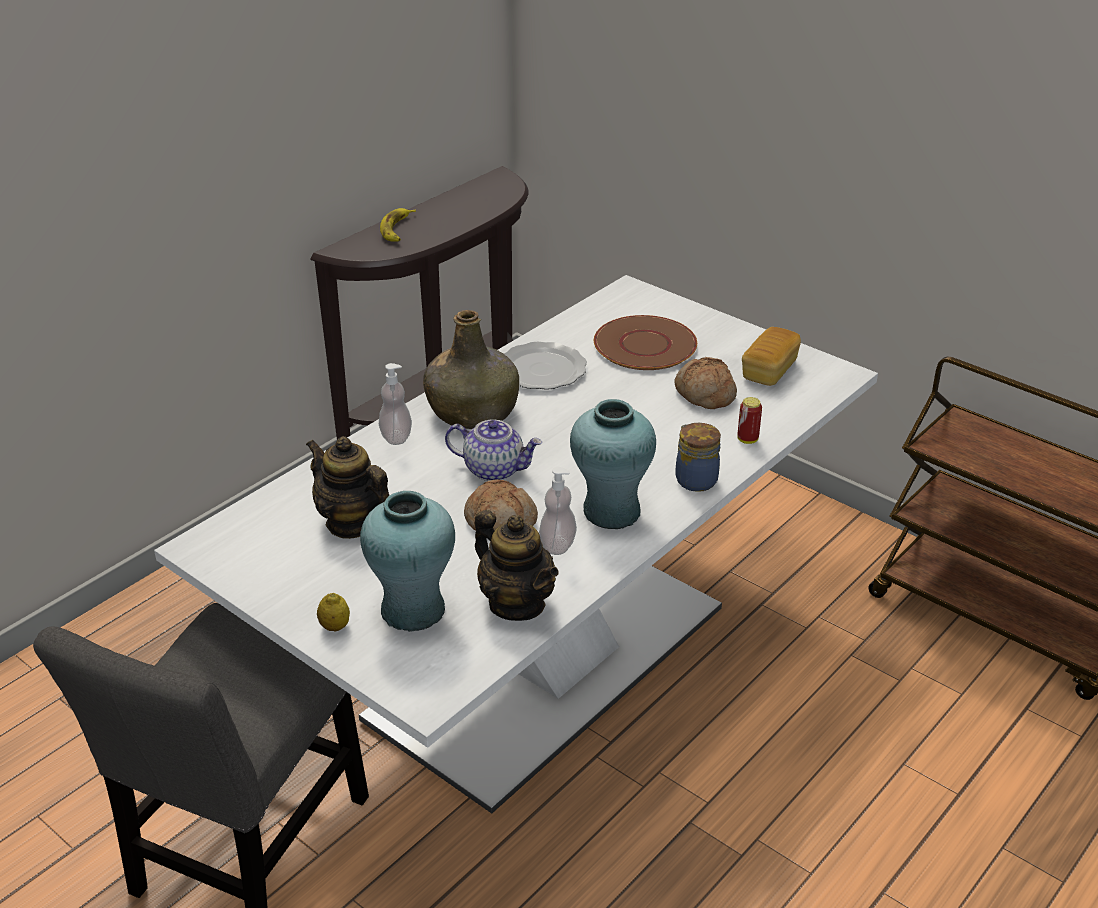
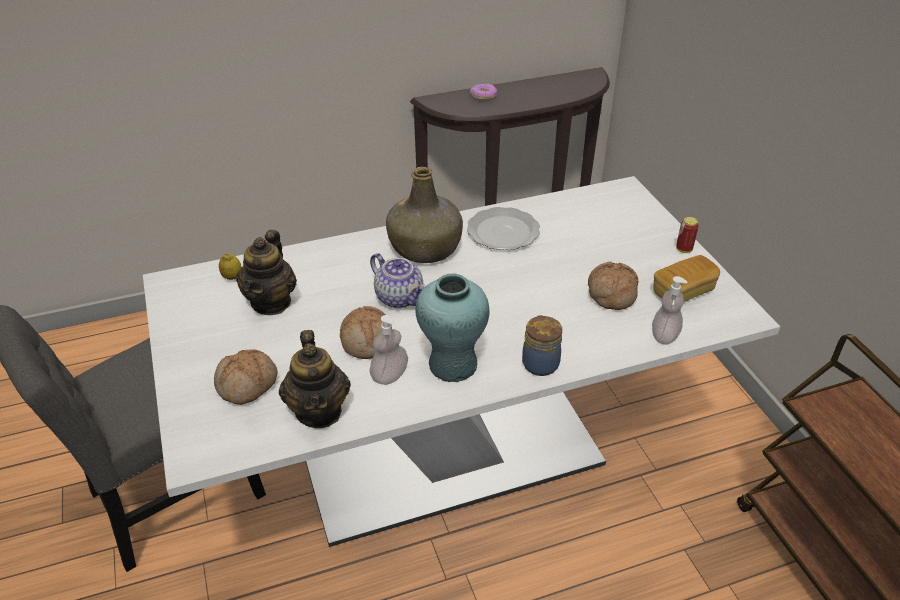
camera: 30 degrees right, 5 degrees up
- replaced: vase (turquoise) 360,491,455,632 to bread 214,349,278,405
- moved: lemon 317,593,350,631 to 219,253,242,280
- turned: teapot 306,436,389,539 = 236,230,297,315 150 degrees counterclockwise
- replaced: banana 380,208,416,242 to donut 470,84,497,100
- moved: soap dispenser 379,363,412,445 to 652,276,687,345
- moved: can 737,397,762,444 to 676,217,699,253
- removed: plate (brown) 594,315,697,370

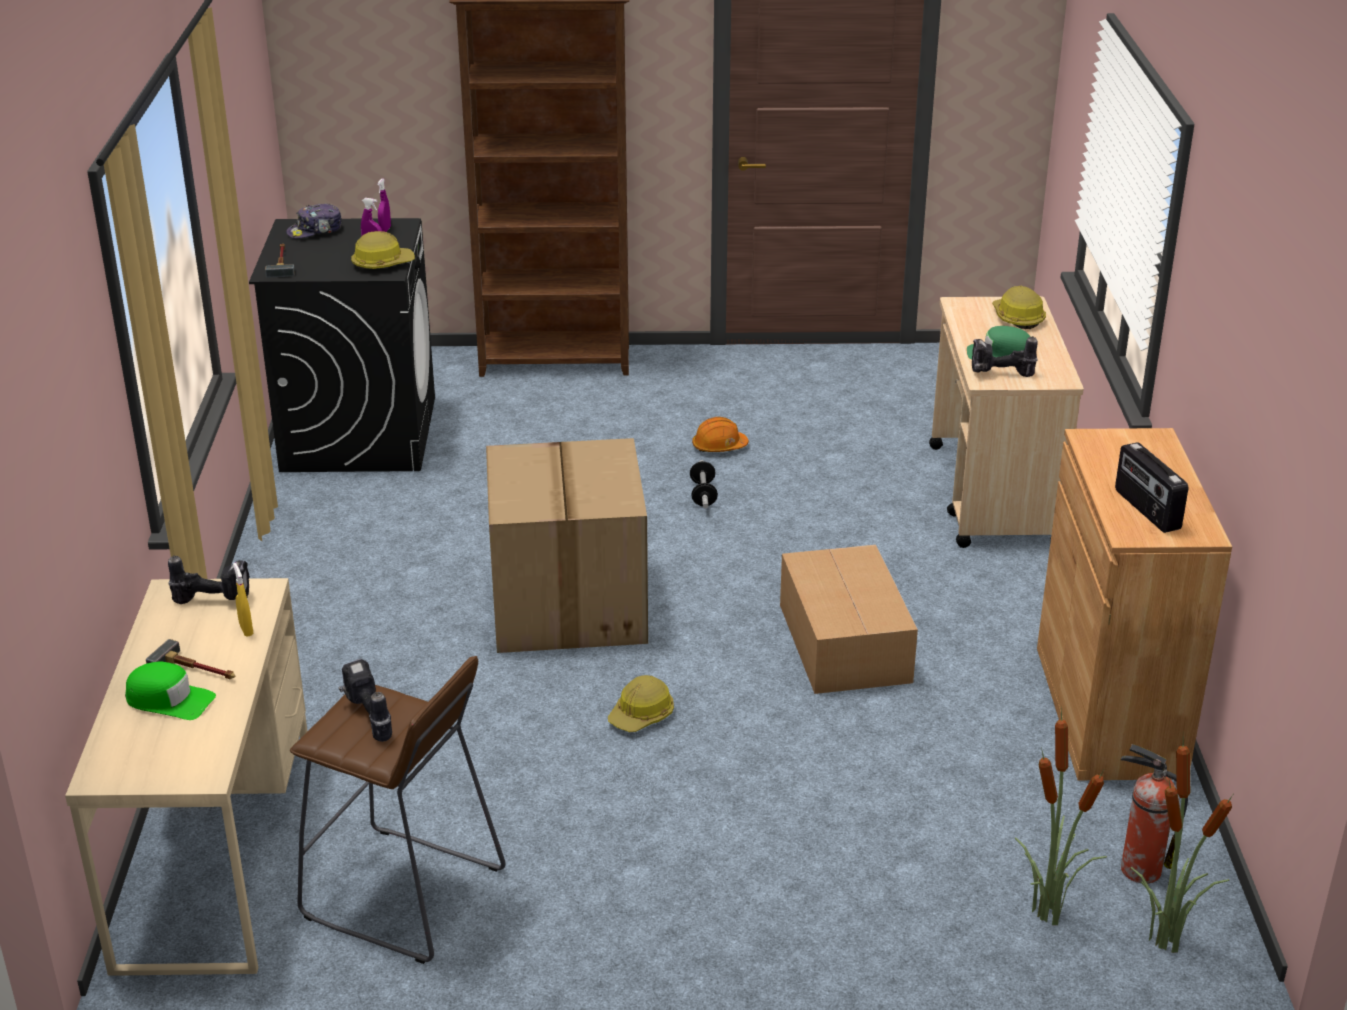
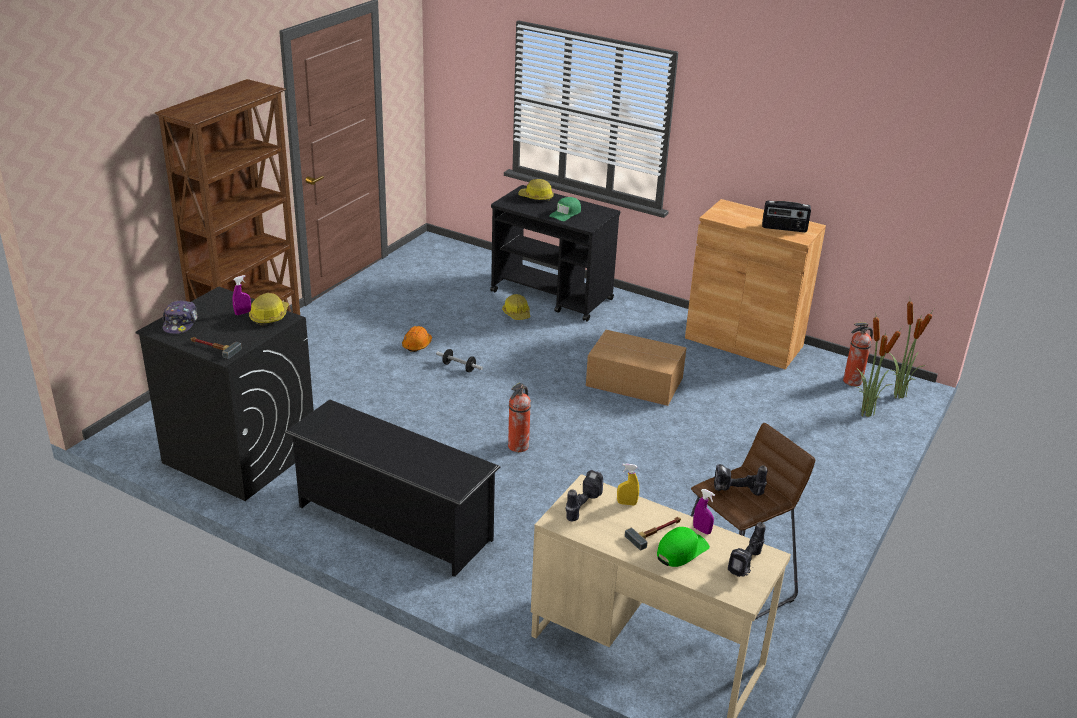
camera: 60 degrees left, 0 degrees up
- added: shoe rack (black) 284,399,500,577
- recoloured: cart (beige) 929,296,1084,548 to cart (black) 490,185,620,322
- moved: hard hat 608,675,674,732 to 502,294,530,320
- replaced: cardboard box 486,438,648,653 to fire extinguisher 508,383,531,452
- moved: spray bottle (purple) 377,178,391,232 to 693,489,715,534
- moved: power drill 972,336,1038,377 to 728,522,766,577

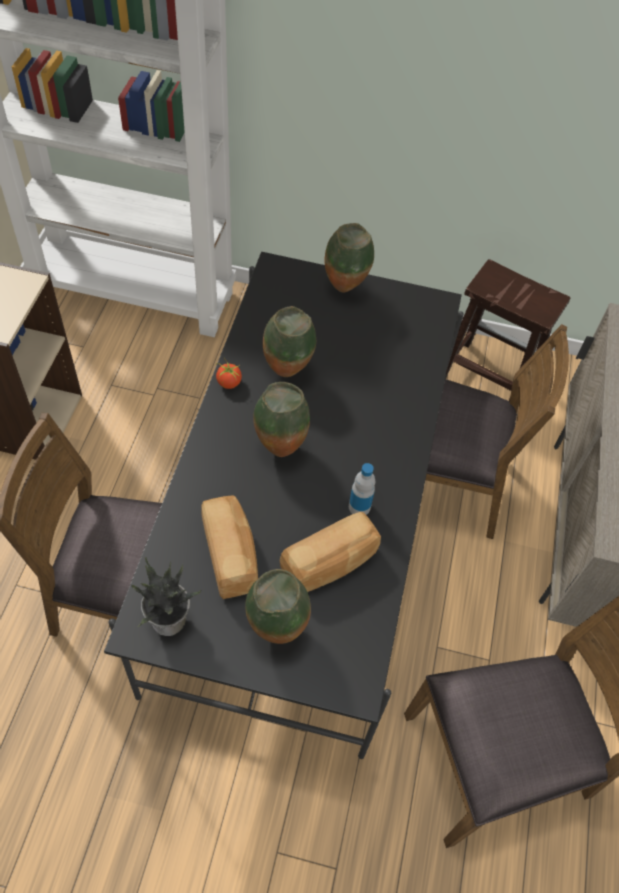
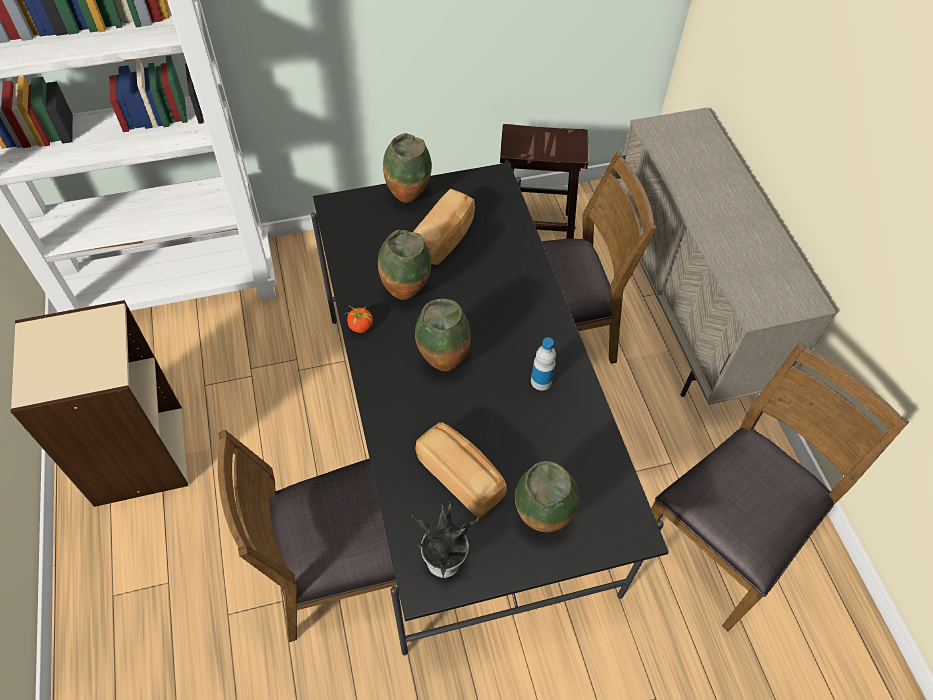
camera: 25 degrees left, 0 degrees up
- moved: bread 280,512,381,592 to 413,189,475,265

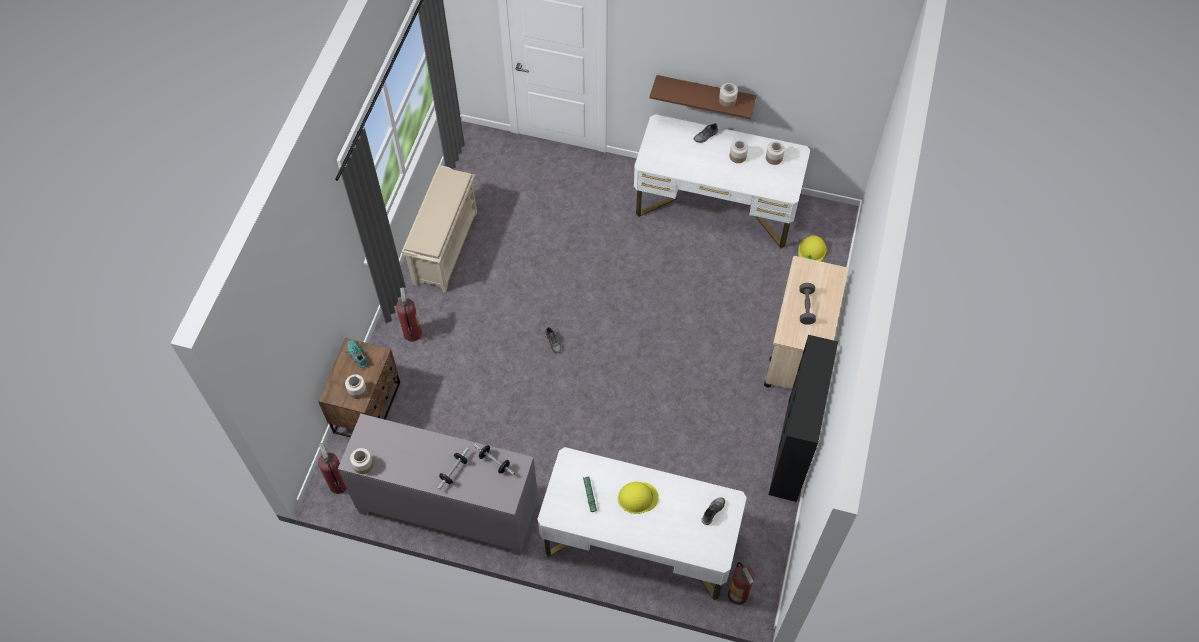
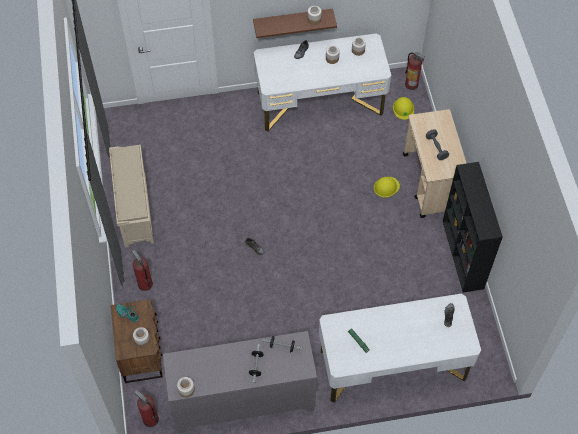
camera: 25 degrees left, 0 degrees up
- moved: hard hat (yellow) 618,482,659,514 to 374,177,400,198
- moved: fire extinguisher 728,562,755,605 to 405,52,425,90

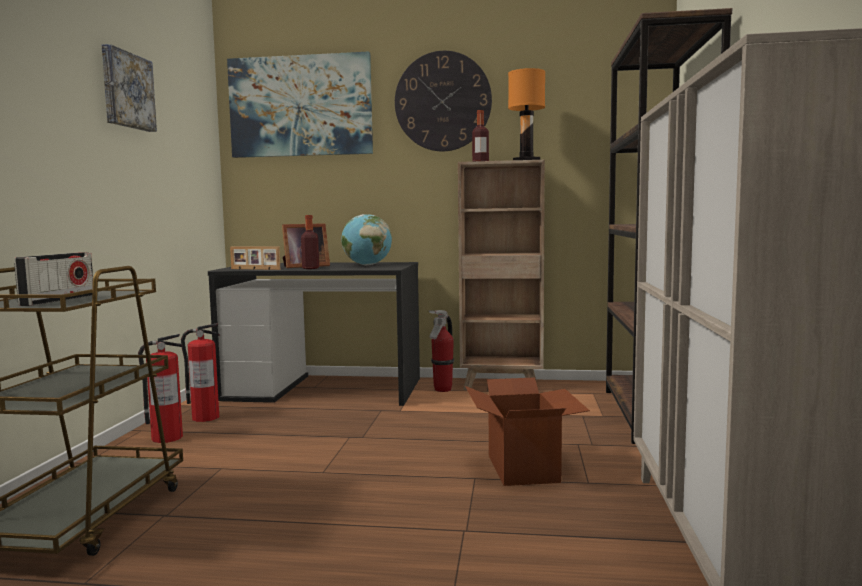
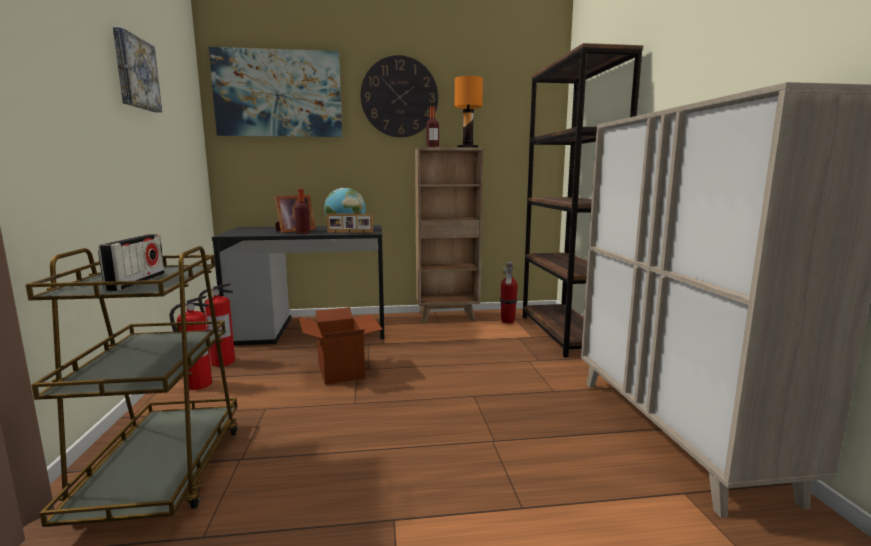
camera: 15 degrees left, 5 degrees up
- moved: cardboard box 465,377,590,486 to 299,307,383,385
- moved: picture frame 230,246,280,270 to 326,214,373,233
- moved: fire extinguisher 429,310,454,392 to 500,262,518,324

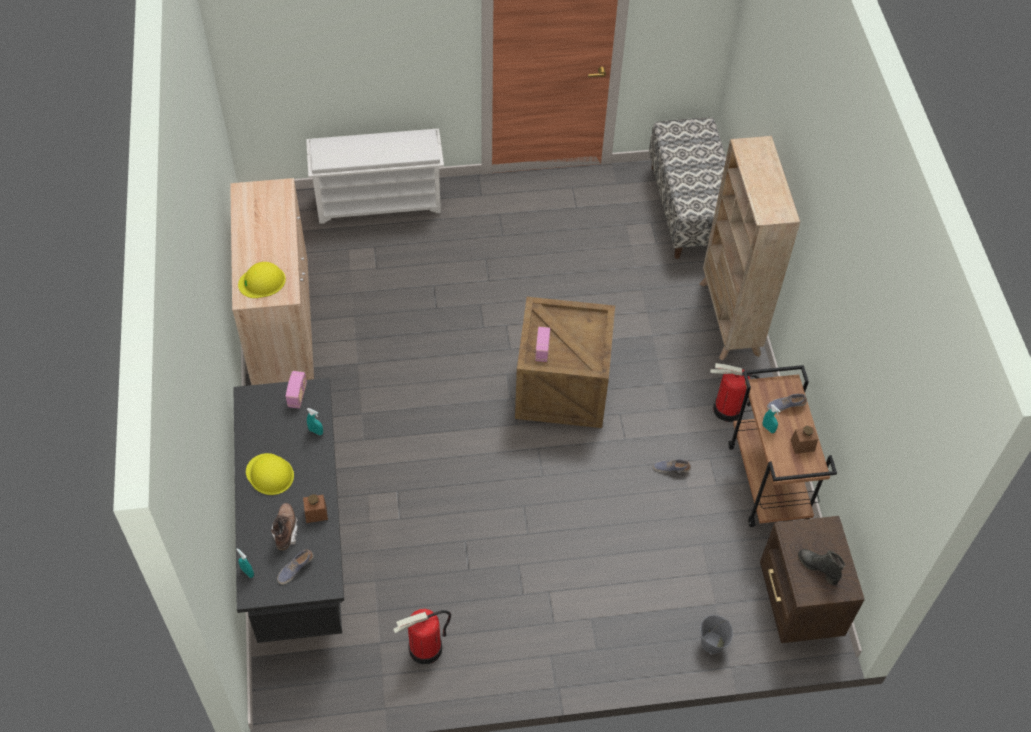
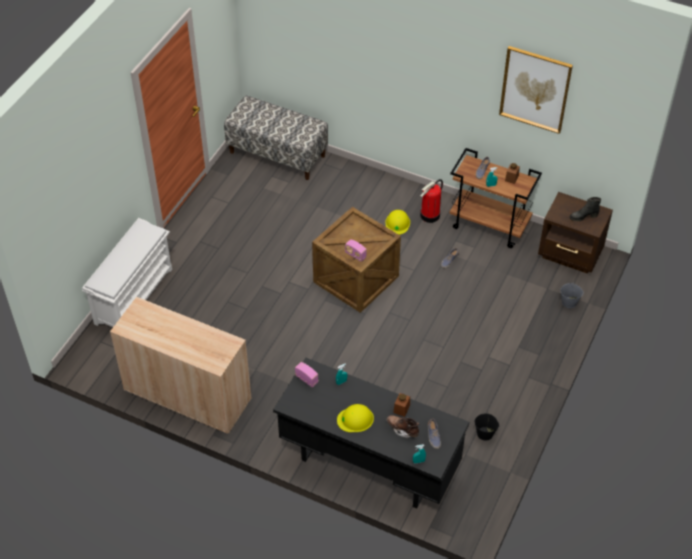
camera: 55 degrees left, 5 degrees down
- moved: hard hat (yellow) 238,262,286,298 to 385,210,410,235
- replaced: fire extinguisher 393,609,451,664 to bucket (black) 474,413,499,441
- added: picture 499,46,573,134
- removed: bookcase (beige) 699,136,800,360

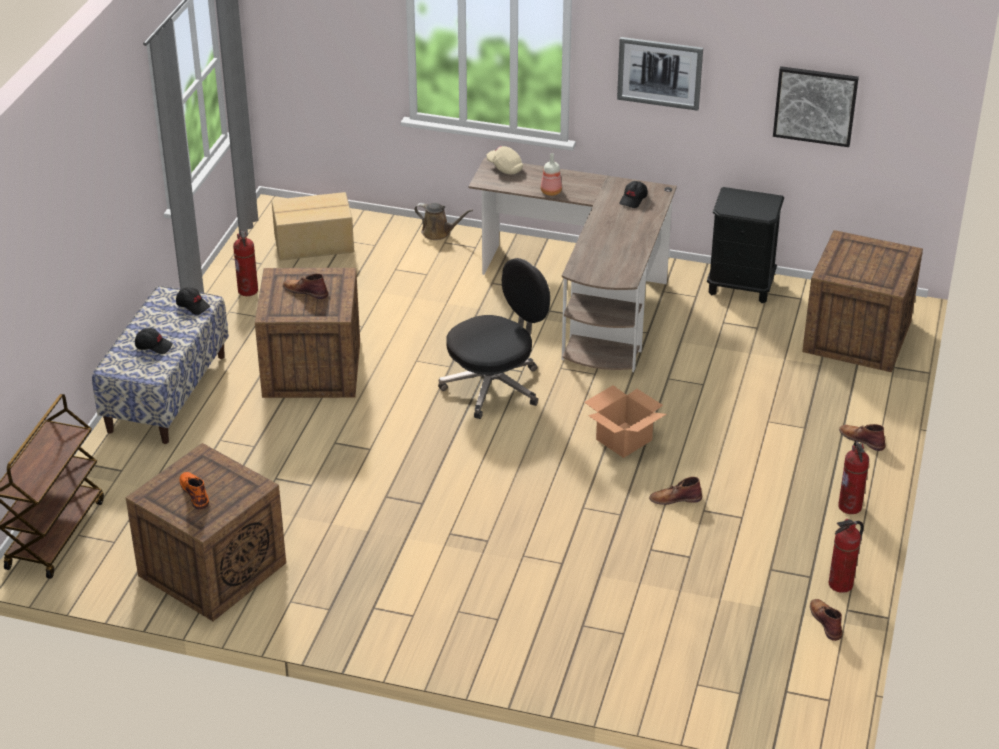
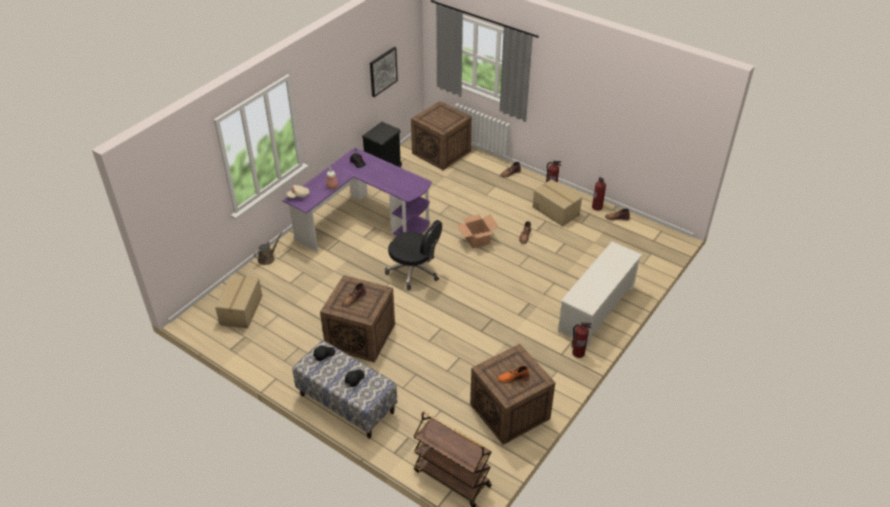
camera: 70 degrees left, 5 degrees up
- recoloured: desk (brown) 468,158,677,372 to desk (purple) 283,148,432,252
- turned: office chair (black) 438,258,550,419 = 385,220,442,290 135 degrees clockwise
- added: cardboard box 533,179,582,226
- added: shoe rack (white) 558,241,642,346
- moved: fire extinguisher 233,230,258,296 to 571,322,591,358
- removed: picture 617,37,703,111

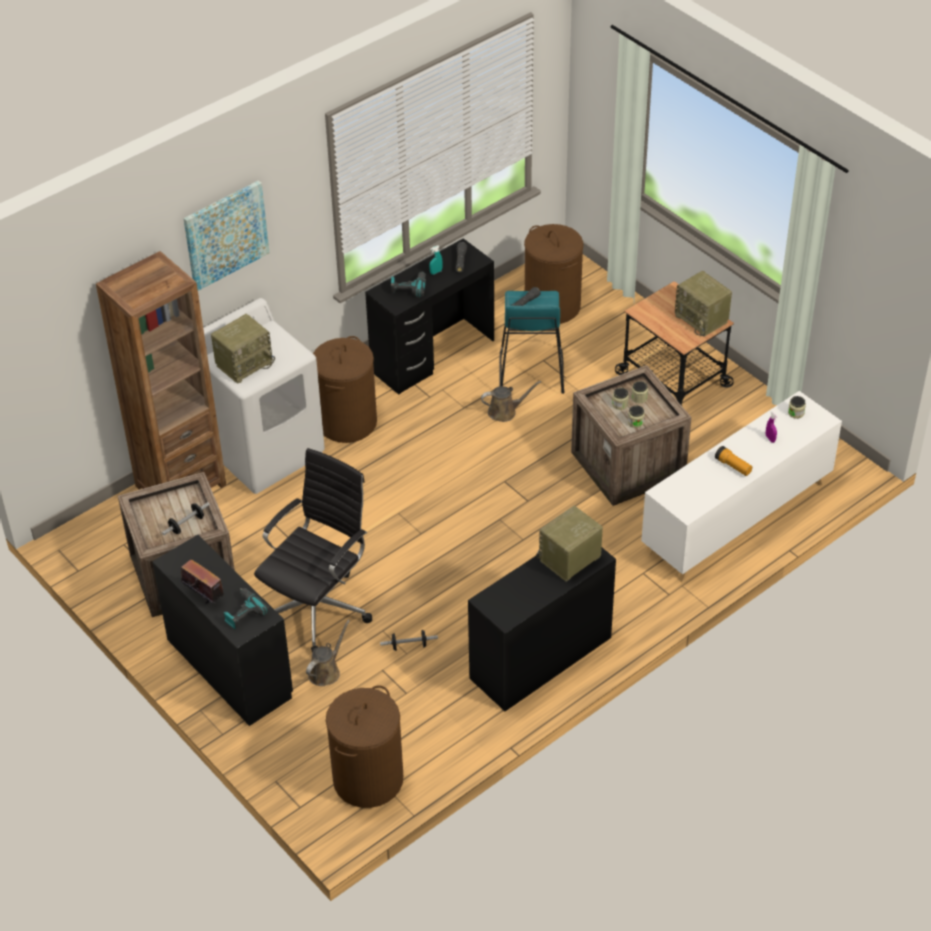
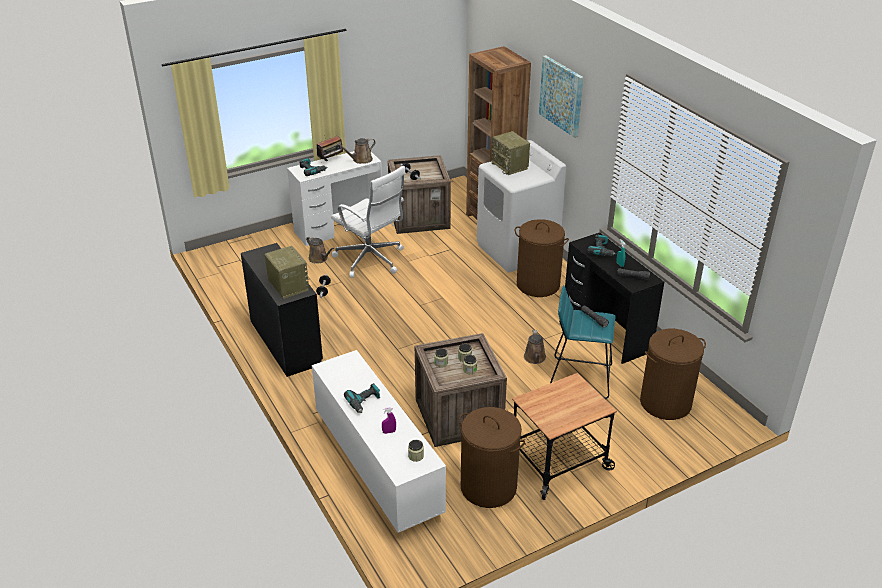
camera: 100 degrees right, 10 degrees down
- recoloured: desk (black) 152,535,293,726 to desk (white) 287,151,382,246
- recoloured: office chair (black) 254,448,372,653 to office chair (white) 331,166,406,278
- added: watering can (brown) 337,138,376,164
- replaced: flashlight 715,446,752,476 to power drill 344,383,380,413
- moved: laundry basket (brown) 326,685,403,808 to 459,407,525,508
- removed: radio 675,271,732,337

